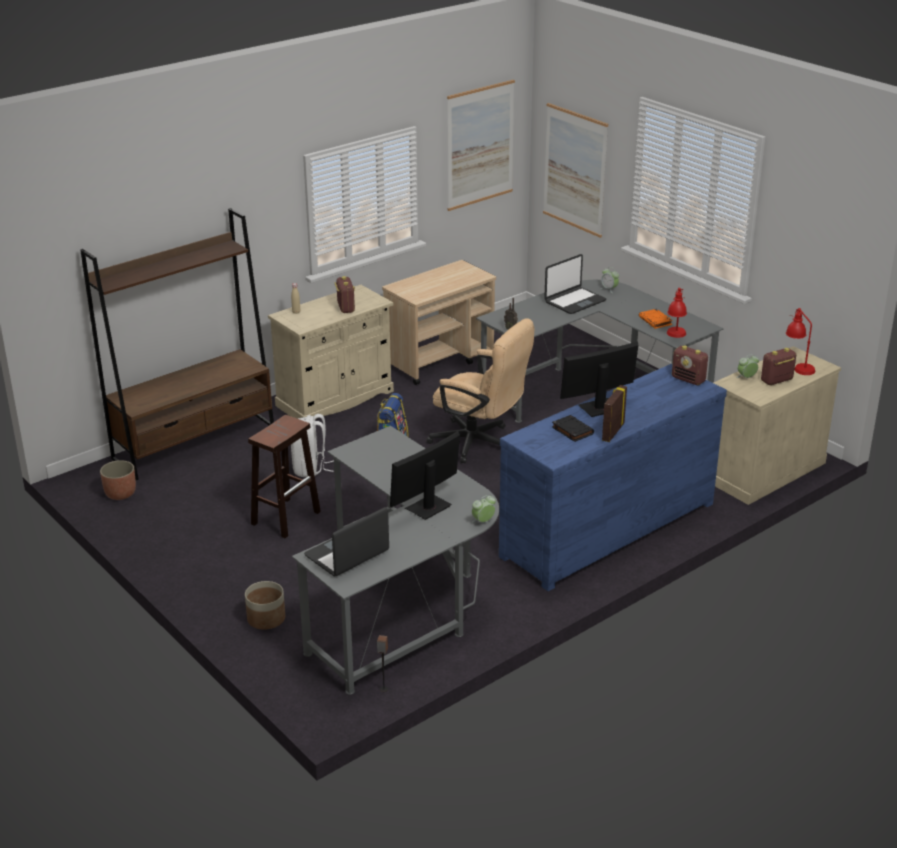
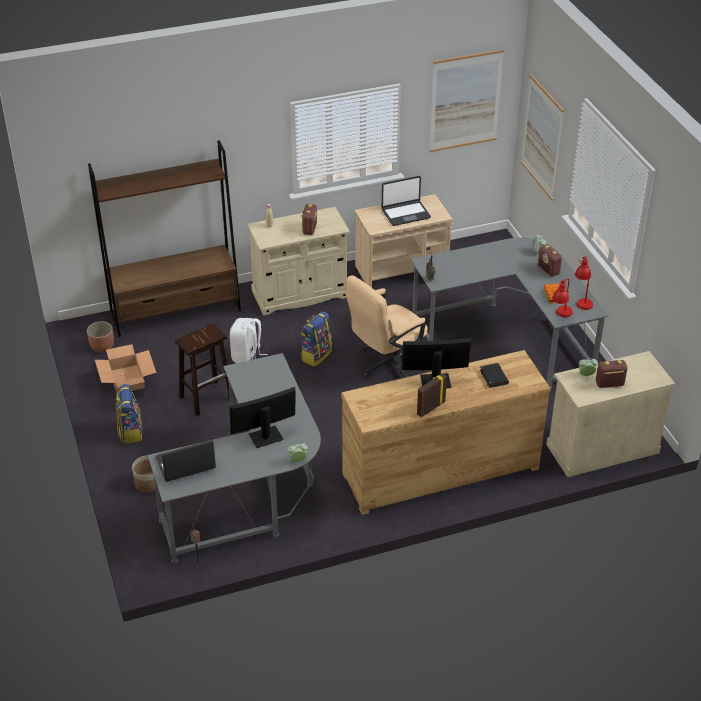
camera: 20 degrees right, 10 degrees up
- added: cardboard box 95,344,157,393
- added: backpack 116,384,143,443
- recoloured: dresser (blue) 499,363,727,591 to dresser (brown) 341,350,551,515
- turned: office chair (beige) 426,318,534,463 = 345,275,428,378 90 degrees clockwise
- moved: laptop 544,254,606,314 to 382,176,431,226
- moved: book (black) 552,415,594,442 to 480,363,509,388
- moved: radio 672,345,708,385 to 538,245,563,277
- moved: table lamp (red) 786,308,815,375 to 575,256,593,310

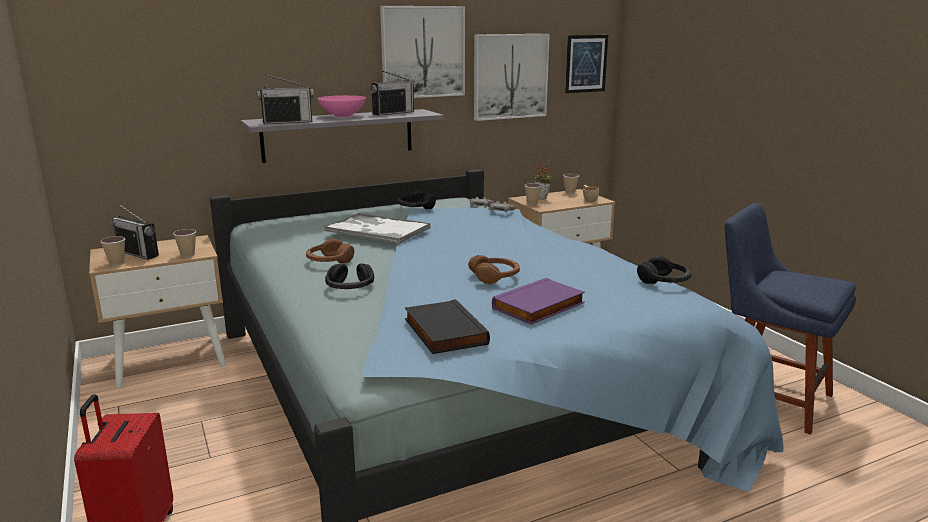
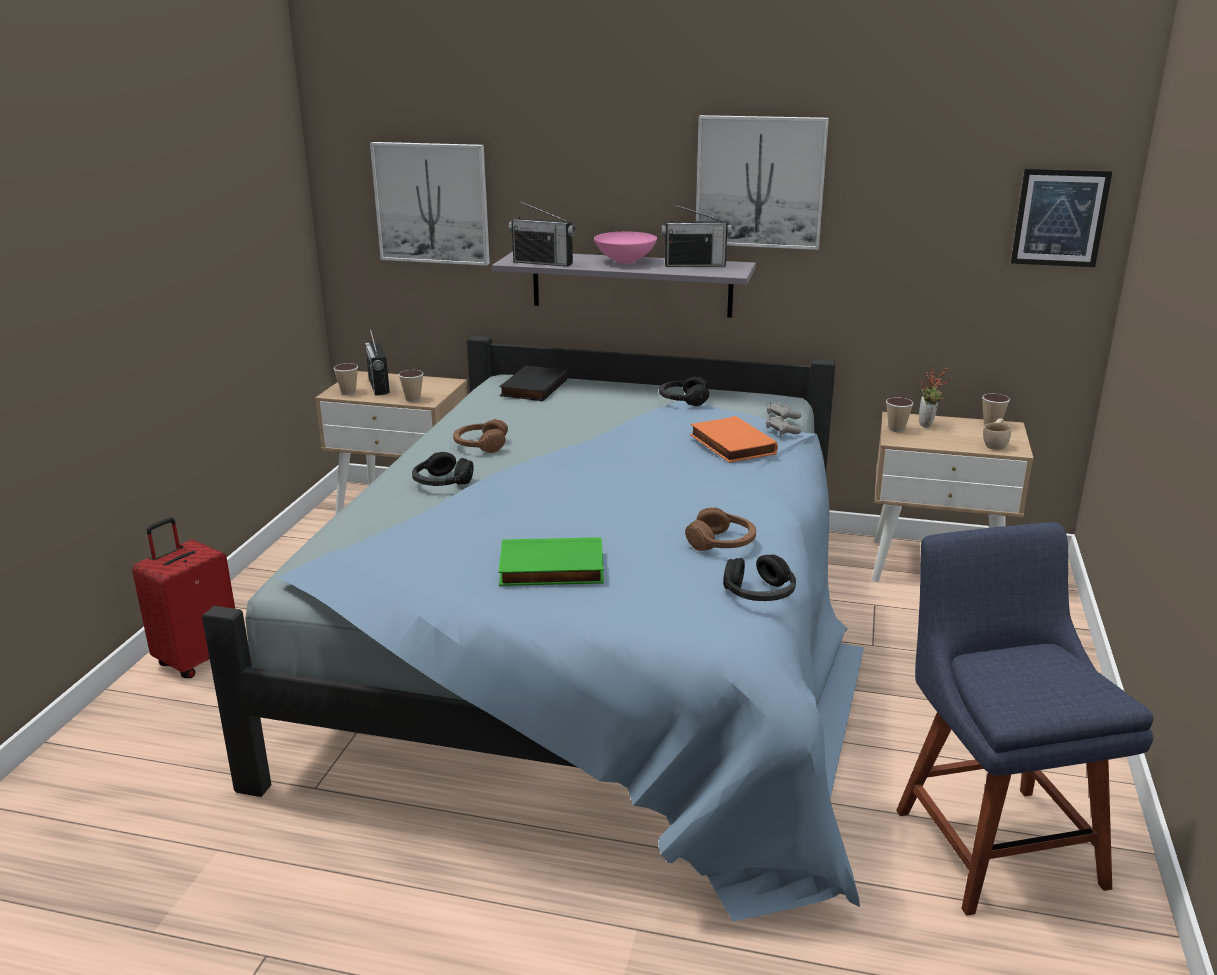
camera: 40 degrees right, 5 degrees up
- moved: picture 474,34,550,121 to 370,142,490,266
- recoloured: book (purple) 492,278,585,325 to book (green) 498,537,604,586
- moved: book (black) 405,299,490,354 to 499,366,568,401
- moved: headphones (brown) 468,255,520,284 to 685,507,756,551
- added: book (orange) 690,416,778,463
- removed: tray 324,213,431,244

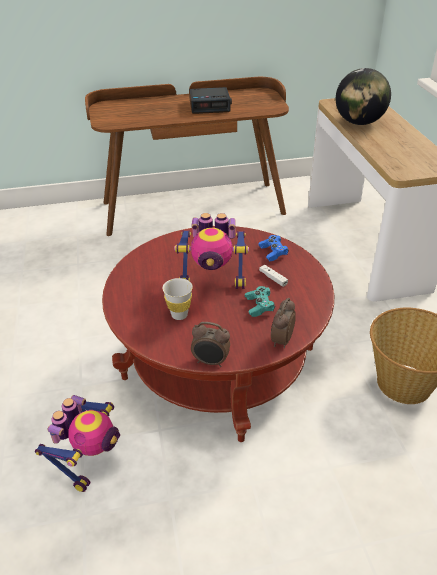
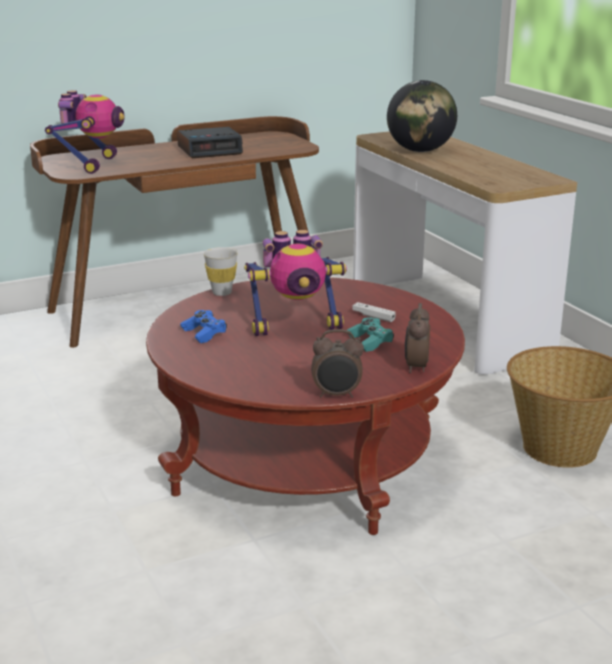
camera: 15 degrees left, 15 degrees down
- moved: toy robot 35,395,120,492 to 45,90,124,174
- moved: game controller (blue) 258,235,289,261 to 180,310,227,343
- moved: cup (white) 162,278,193,320 to 203,247,238,296

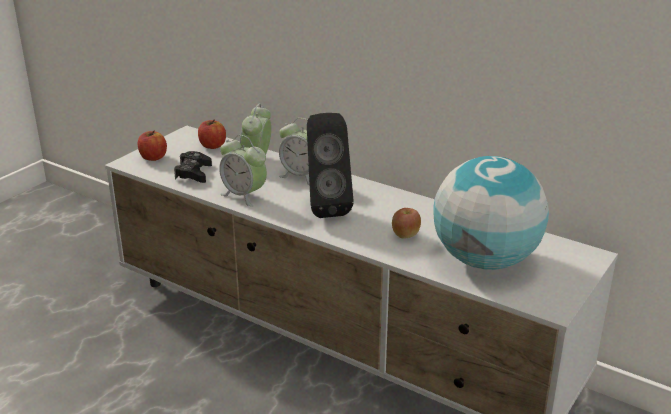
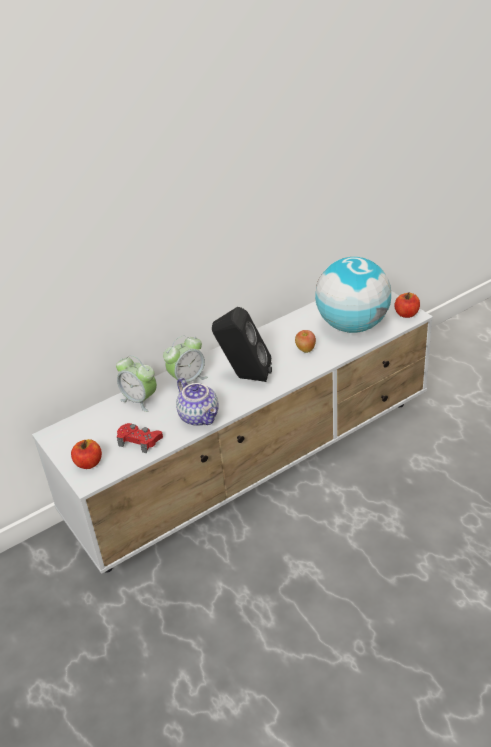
camera: 65 degrees left, 10 degrees up
- recoloured: game controller (black) 174,151,212,183 to game controller (red) 117,423,163,453
- replaced: alarm clock 219,135,267,207 to teapot 176,378,219,426
- moved: apple 198,120,226,149 to 394,292,420,318

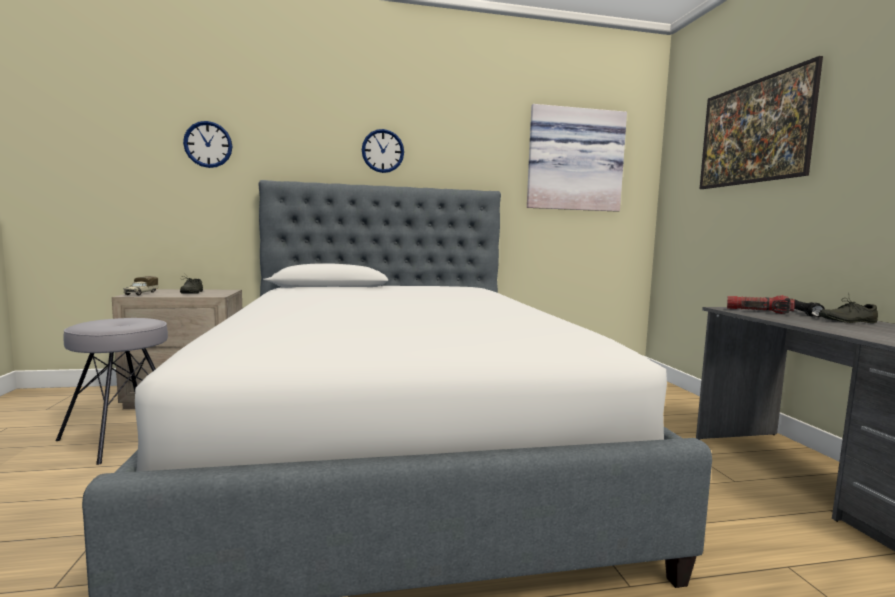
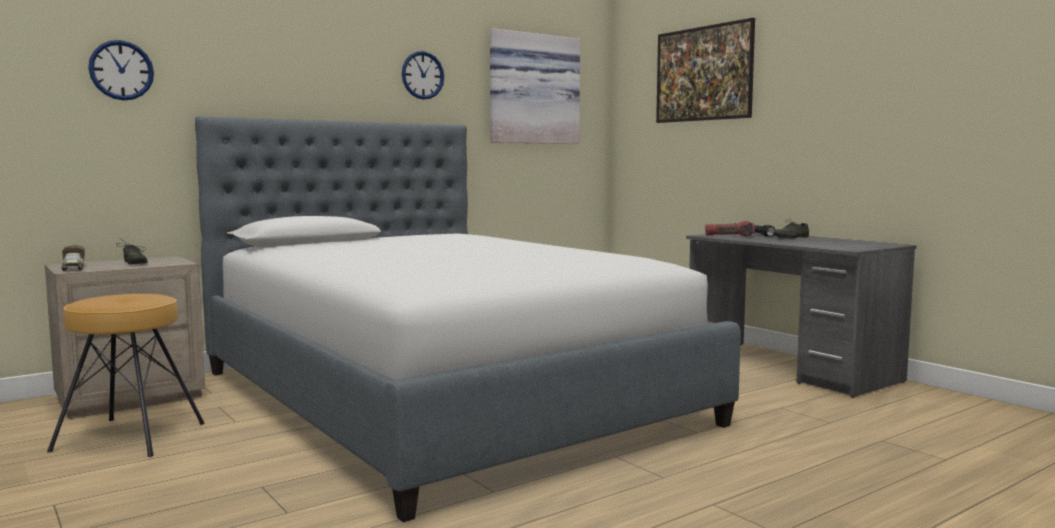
camera: 25 degrees left, 0 degrees up
- recoloured: stool (grey) 56,318,168,465 to stool (brown) 47,294,205,457
- moved: wall clock 362,129,404,173 to 402,51,444,99

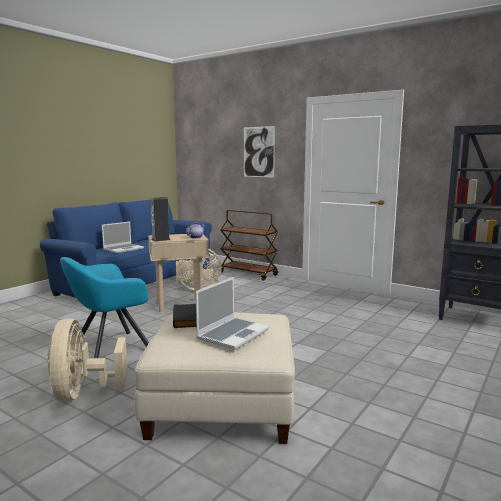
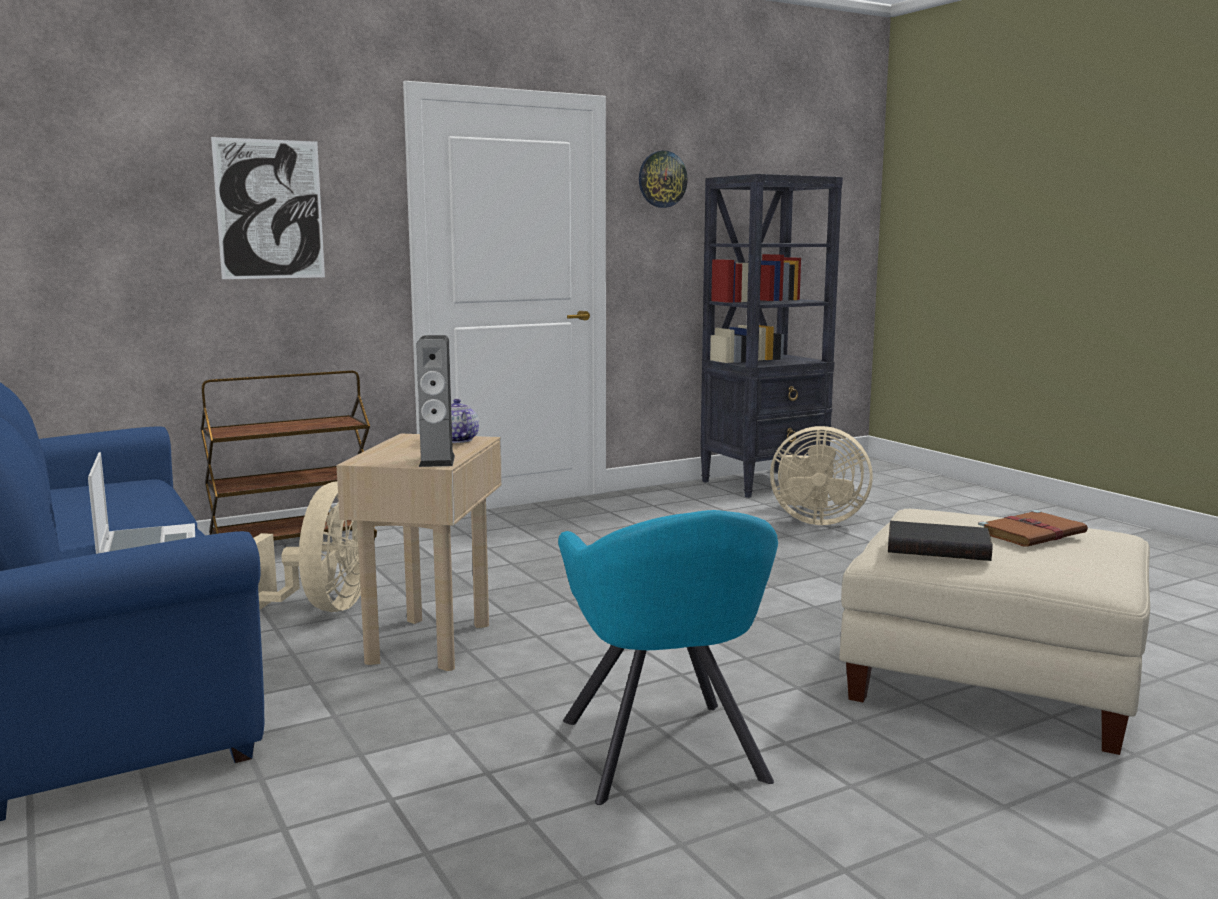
camera: 65 degrees left, 0 degrees up
- added: wall clock 639,151,688,208
- moved: fan (beige) 47,318,128,402 to 770,426,873,525
- replaced: laptop 196,277,270,350 to book (brown) 978,510,1088,547

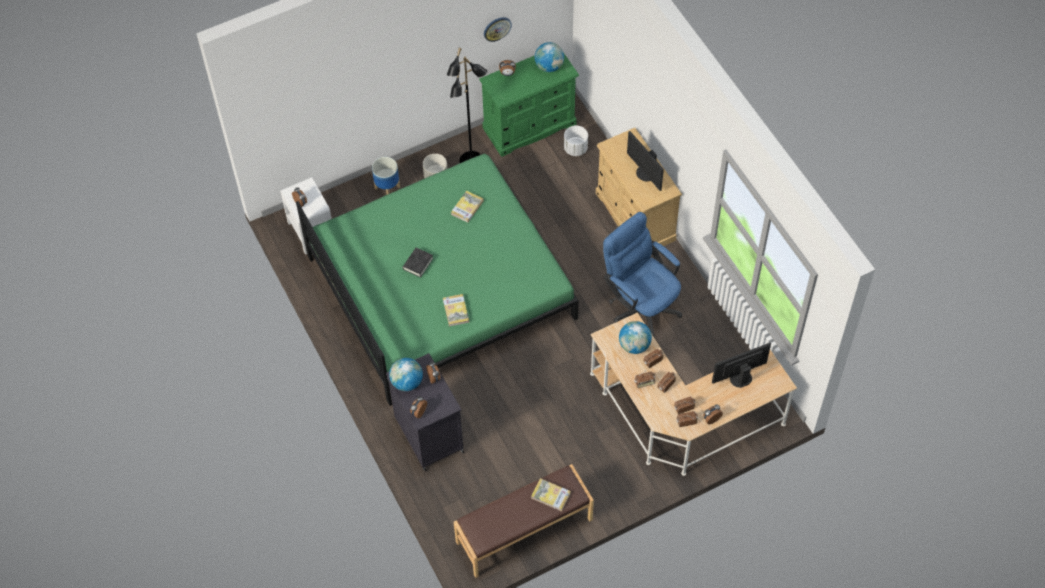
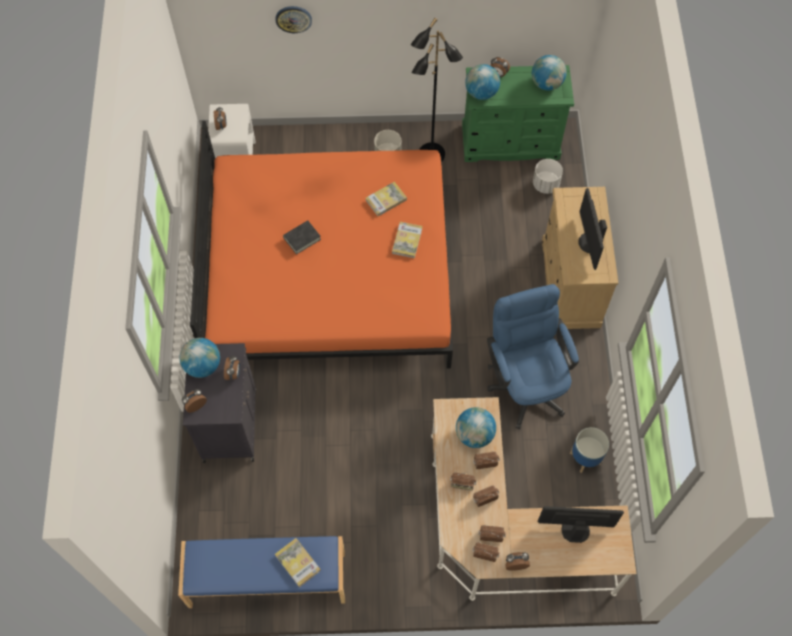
camera: 25 degrees right, 5 degrees up
- recoloured: bench (brown) 454,464,594,578 to bench (blue) 178,536,345,608
- recoloured: bed (green) 296,154,579,406 to bed (orange) 190,121,453,369
- moved: wall clock 484,17,512,42 to 276,6,312,33
- moved: book 443,294,469,326 to 392,222,422,258
- added: globe 465,64,500,100
- moved: planter 372,157,400,195 to 570,427,609,473

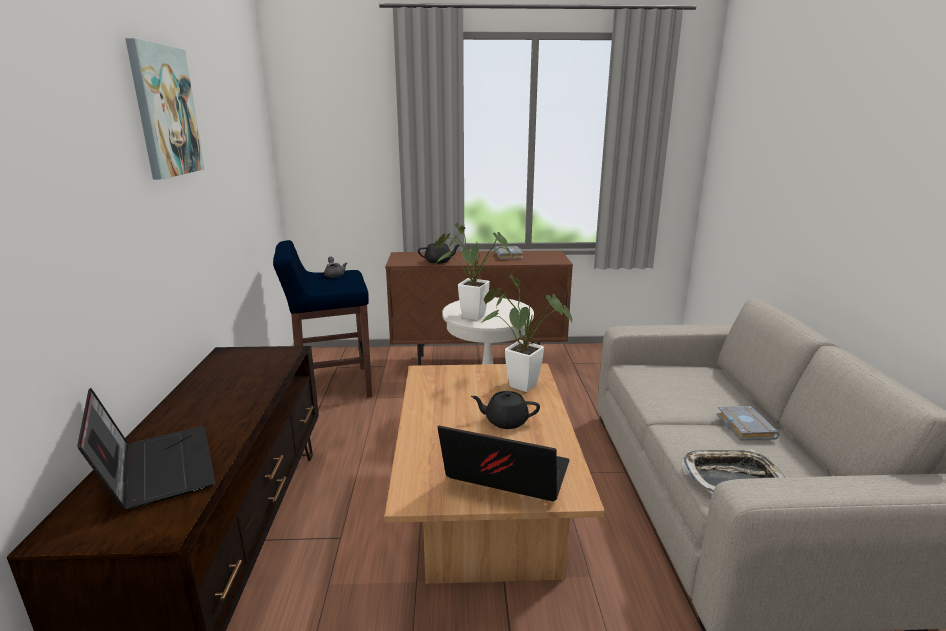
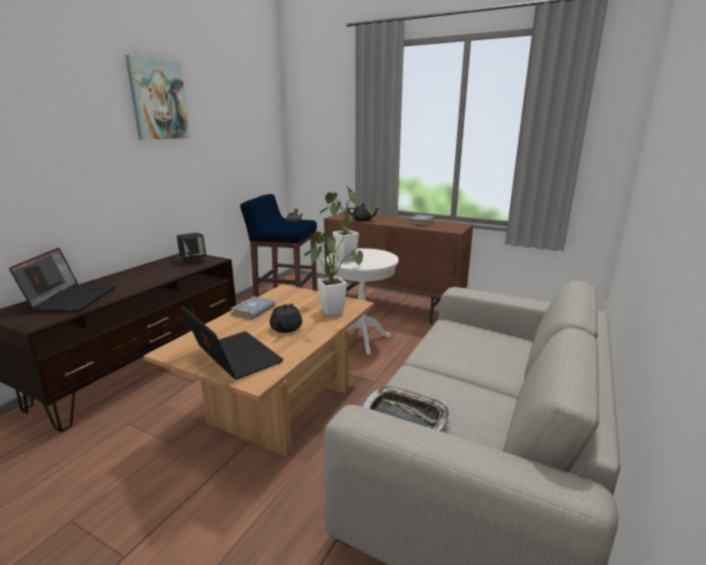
camera: 30 degrees right, 0 degrees up
- added: speaker (black) 177,233,206,264
- moved: book (grey) 717,406,780,441 to 230,296,275,319
- turned: teapot (black) 471,391,540,429 = 270,304,302,333 120 degrees counterclockwise

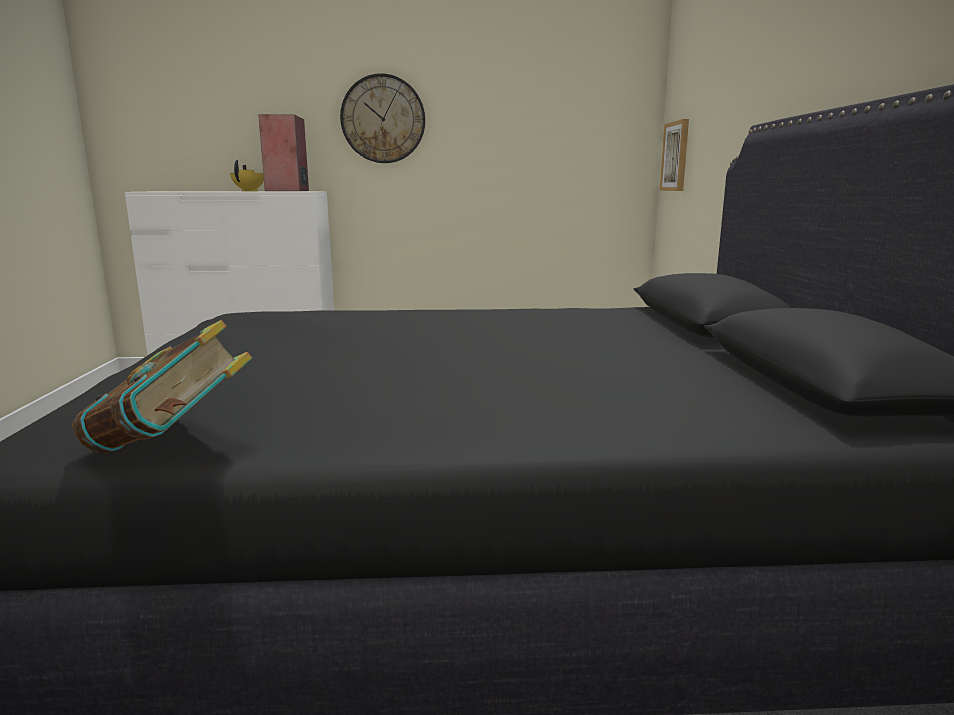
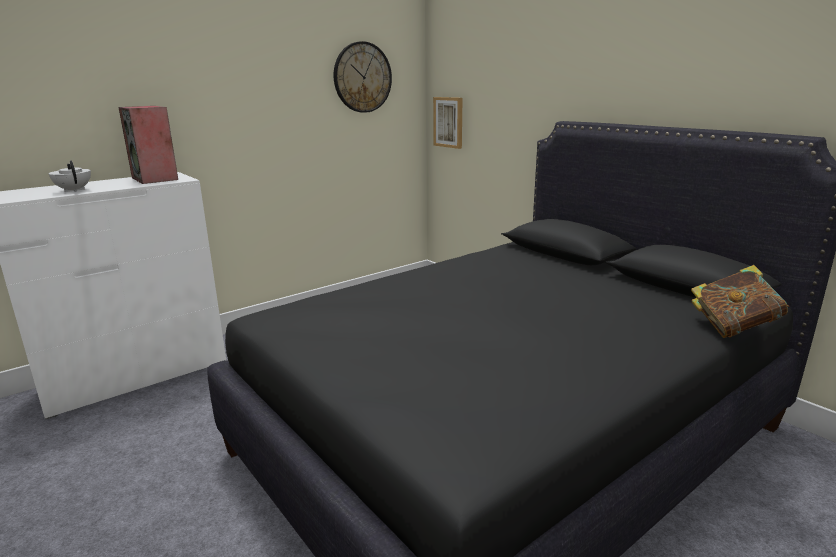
camera: 35 degrees left, 5 degrees up
- added: teapot (white) 49,160,91,192
- moved: wall clock 340,73,425,163 to 334,41,392,113
- moved: book 72,320,252,454 to 691,265,790,338
- removed: teapot (yellow) 230,160,264,191

